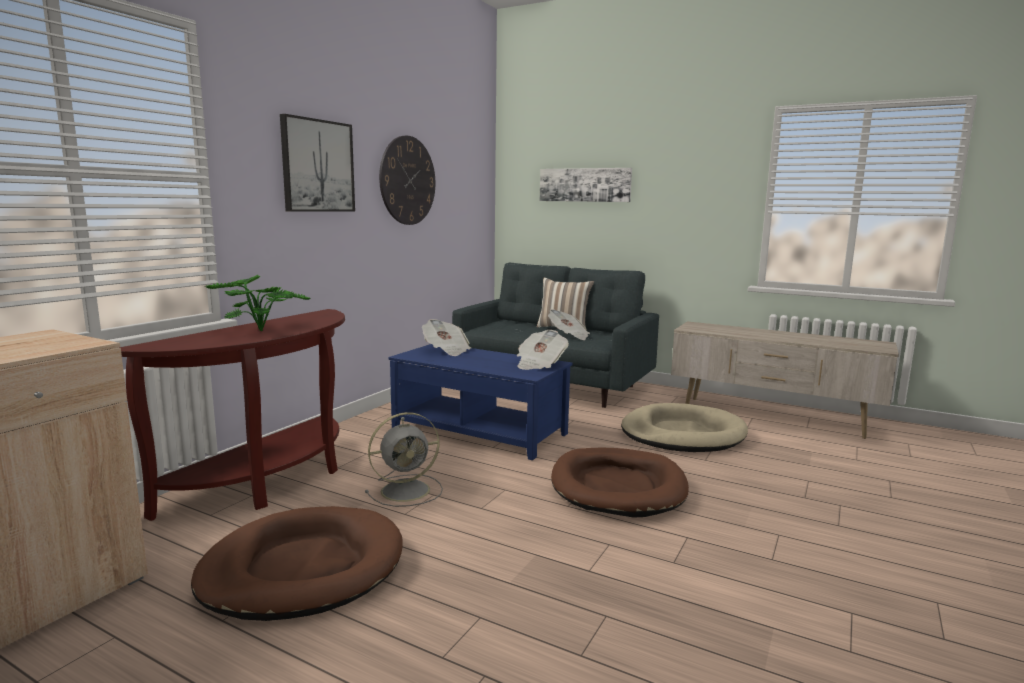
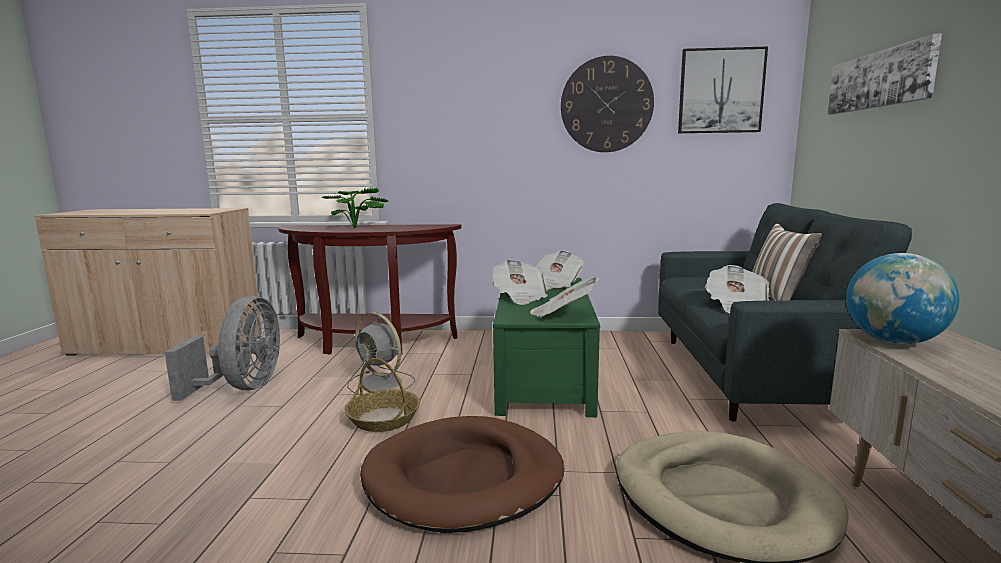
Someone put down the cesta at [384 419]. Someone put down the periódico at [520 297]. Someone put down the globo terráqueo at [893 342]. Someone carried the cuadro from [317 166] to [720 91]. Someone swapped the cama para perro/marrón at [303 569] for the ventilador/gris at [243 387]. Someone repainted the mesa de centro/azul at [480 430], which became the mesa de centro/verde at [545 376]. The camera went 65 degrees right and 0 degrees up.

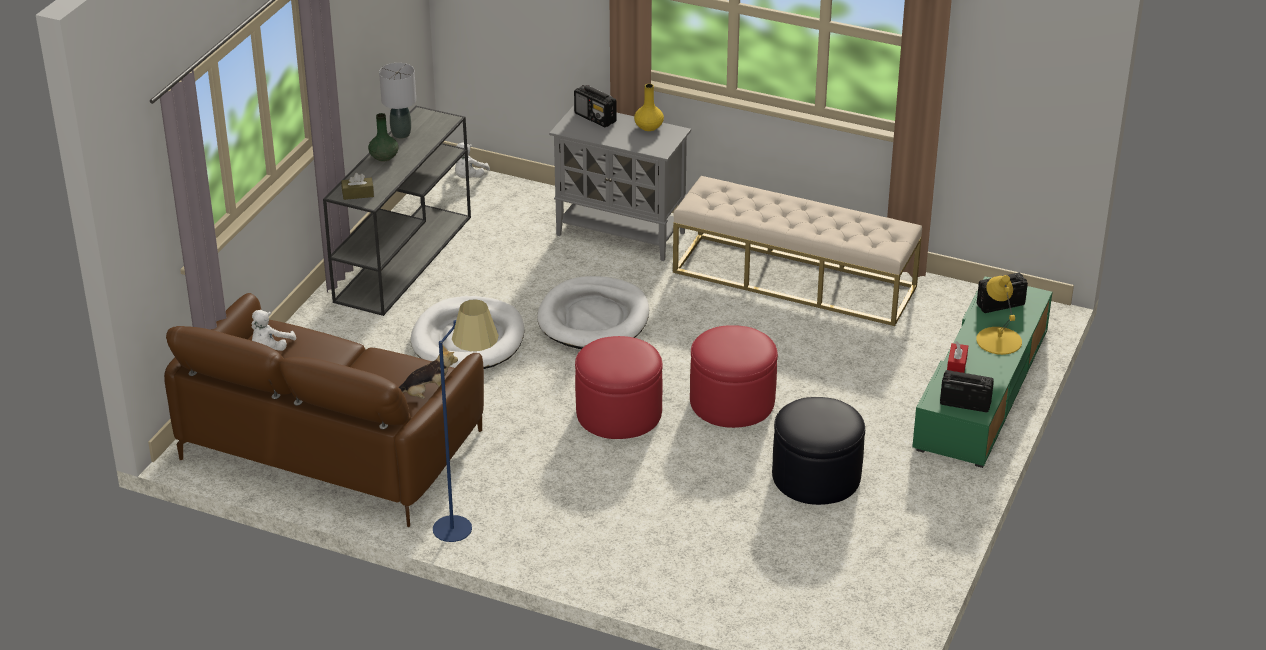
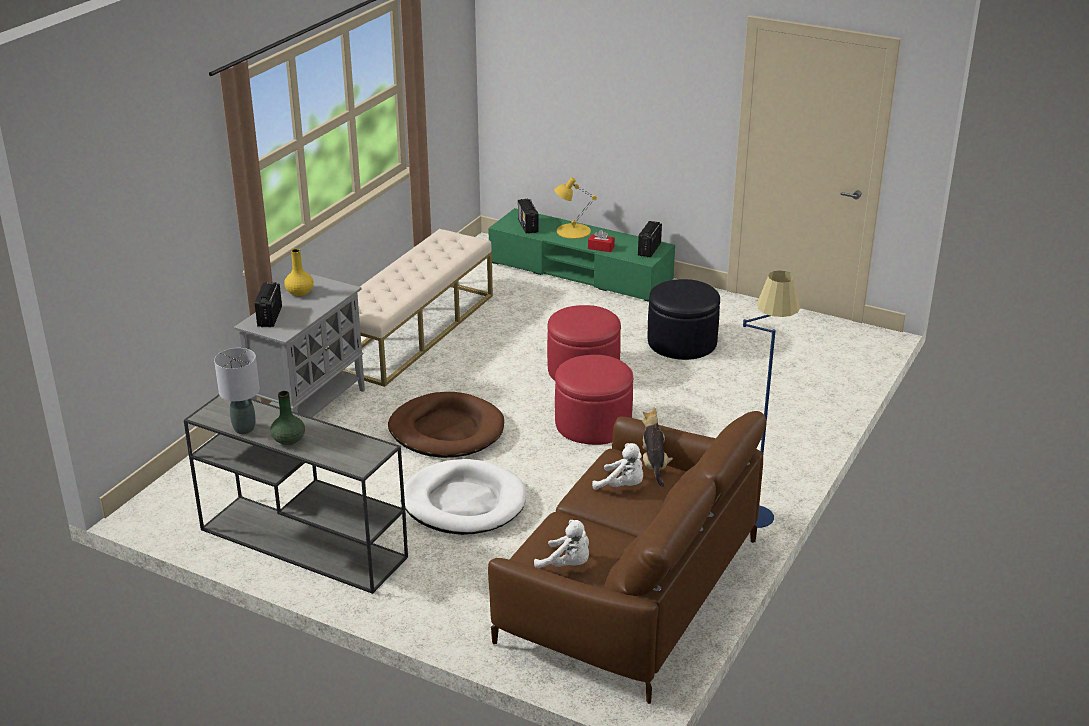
Someone took away the caja de pañuelos/marrón at [358 194]. Someone carried the peluche/blanco from [469 178] to [622 486]. Someone repainted the cama para perro/blanco at [594 318], which became the cama para perro/marrón at [446 430]. Someone rotated the radio at [595 118] by 135 degrees clockwise. The camera went 85 degrees left and 5 degrees down.

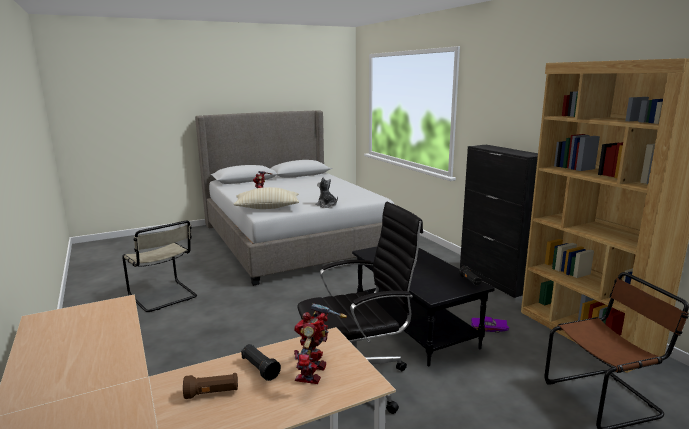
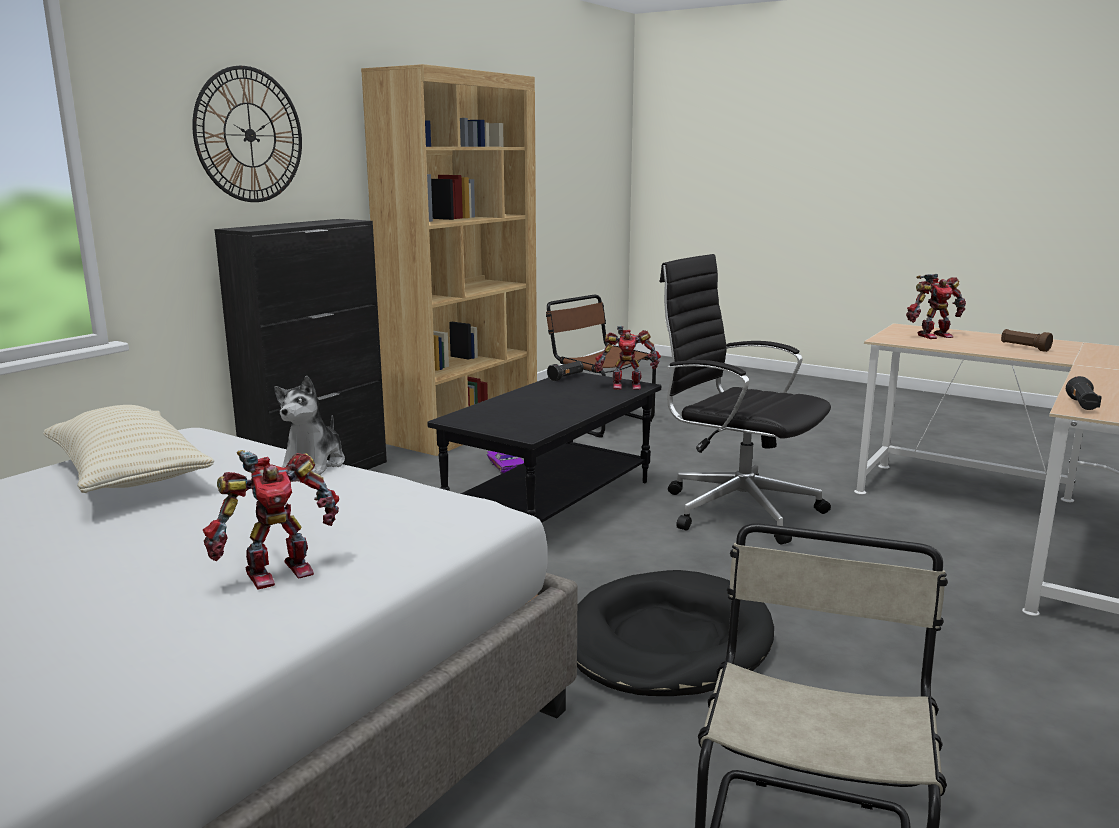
Someone put up the reloj de pared at [250 135]. Someone put down the cama para perro/negro at [667 641]. Someone put down the robot de juguete at [626 386]. Someone carried the cojín/beis from [267 208] to [128 476]. Someone carried the linterna/negro from [260 369] to [1082 406]. The camera went 120 degrees left and 0 degrees up.

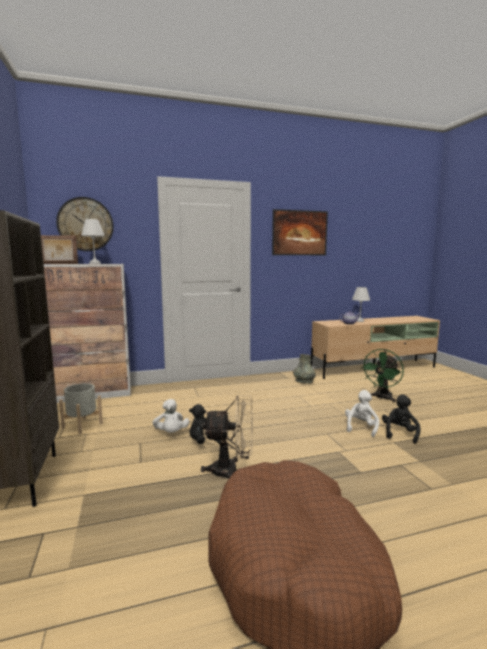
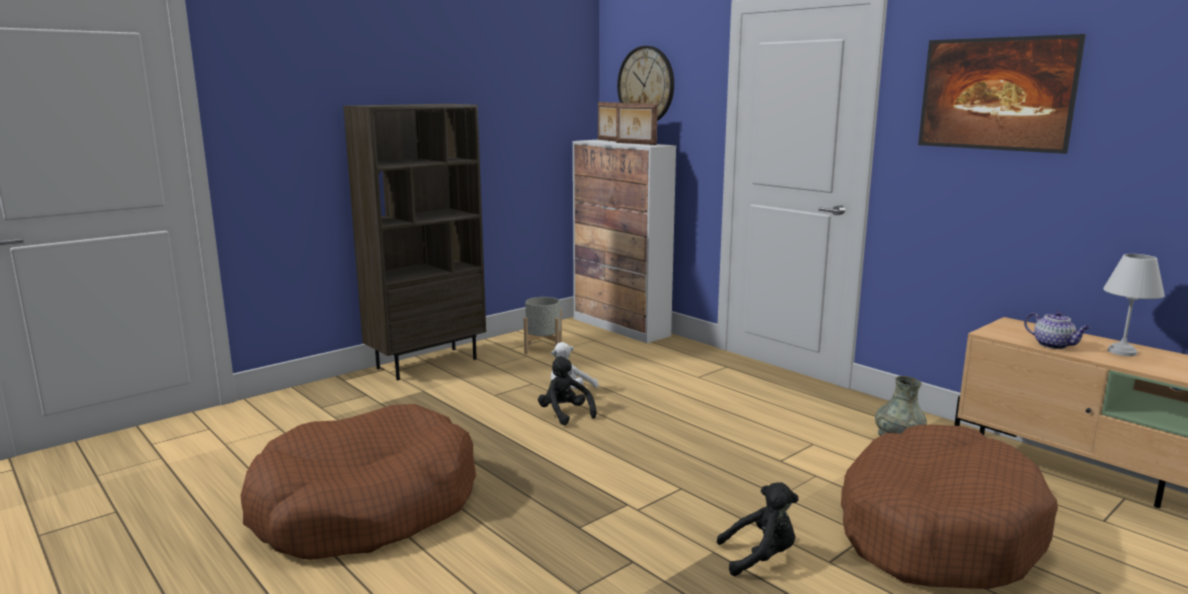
Someone took away the ventilador/beis at [231 471]. Someone took away the peluche/blanco at [361 427]. Someone swapped the lámpara de mesa/blanco at [95 263] for the portarretratos at [635 143]. Someone swapped the ventilador/verde at [382 398] for the cama para perro/marrón at [936 530]. The camera went 65 degrees right and 5 degrees up.

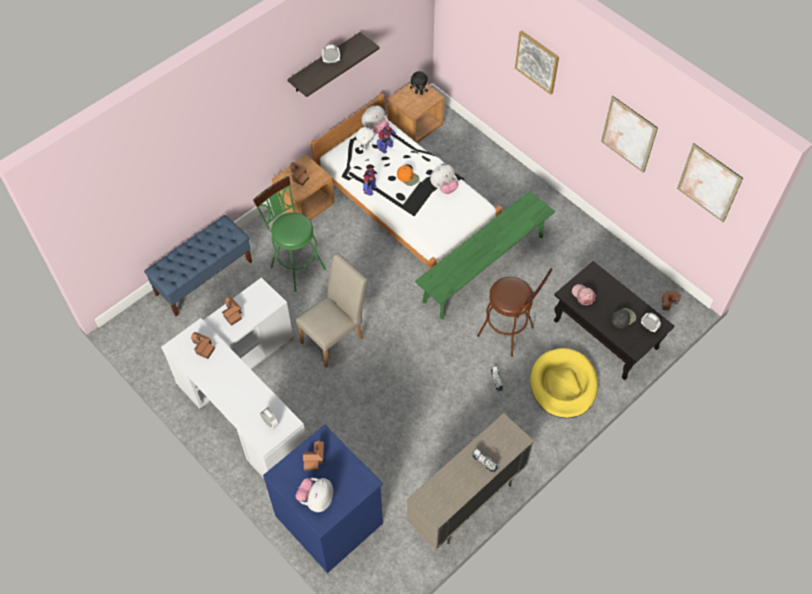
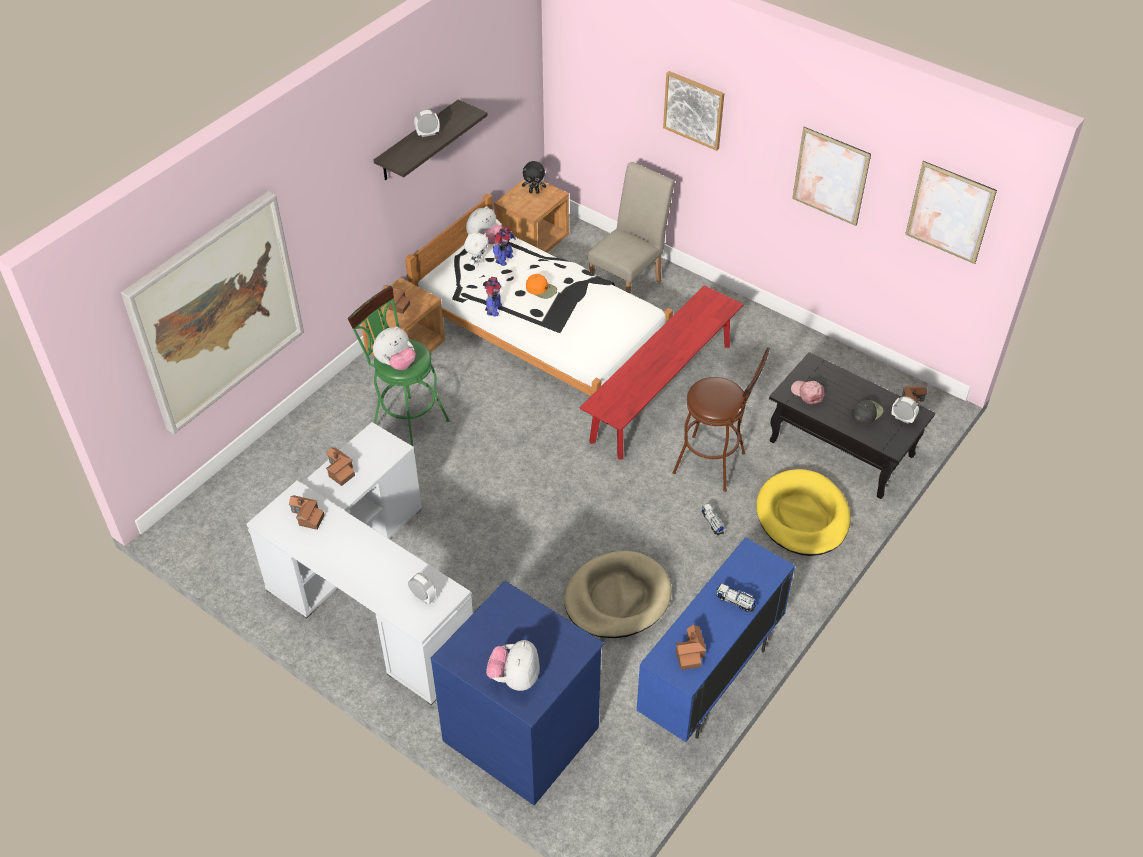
Someone took away the banco/azul at [204 277]. Someone put up the cuadro at [216 311]. Someone put down the cama para perro/beis at [617 598]. Someone carried the silla/beis from [336 337] to [629 284]. Someone carried the casita from [314 458] to [690 652]. Someone carried the peluche from [444 187] to [396 363]. Someone repainted the armario/beis at [466 502], which became the armario/azul at [709 681]. Someone repainted the banco/verde at [483 268], which became the banco/rojo at [661 392]. The camera went 10 degrees left and 10 degrees down.

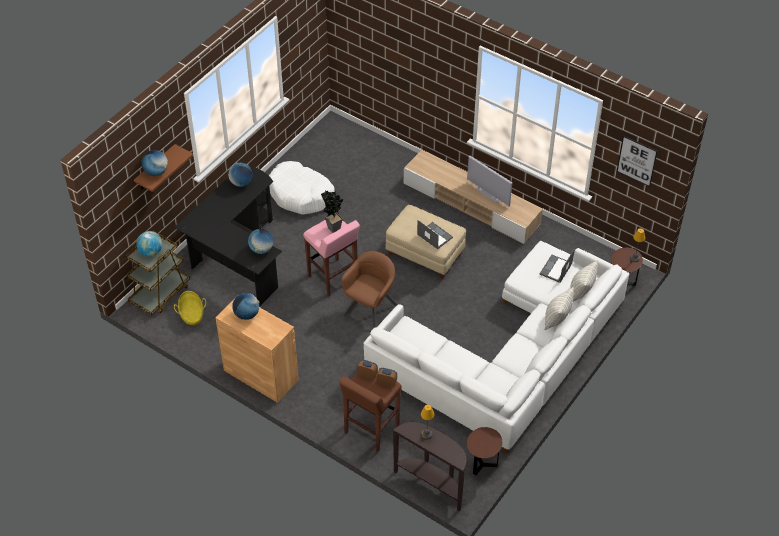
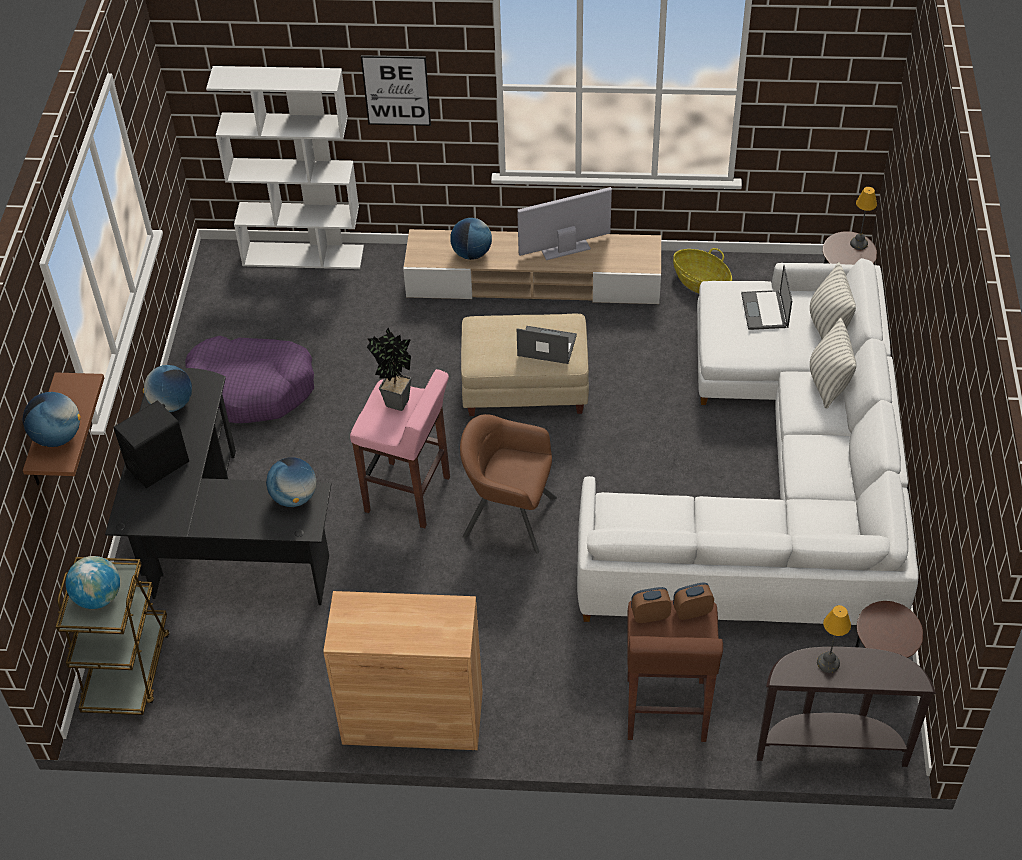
Someone put down the altavoz/negro at [158 464]. Someone put down the estantería/blanco at [304 255]. Someone carried the cesta from [191 314] to [701 283]. Someone carried the globo terráqueo from [247 314] to [471 253]. Someone carried the cuadro from [637 161] to [396 90]. Someone repainted the cama para perro/blanco at [300 194], which became the cama para perro/morado at [252 388]. Someone rotated the sillón/marrón at [370 310] by 75 degrees counterclockwise. Someone rotated the televisor at [489 193] by 150 degrees clockwise. The camera went 30 degrees left and 0 degrees up.

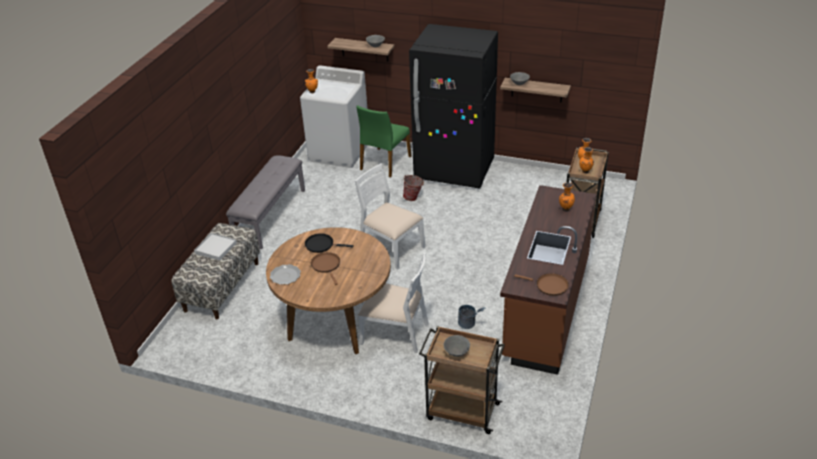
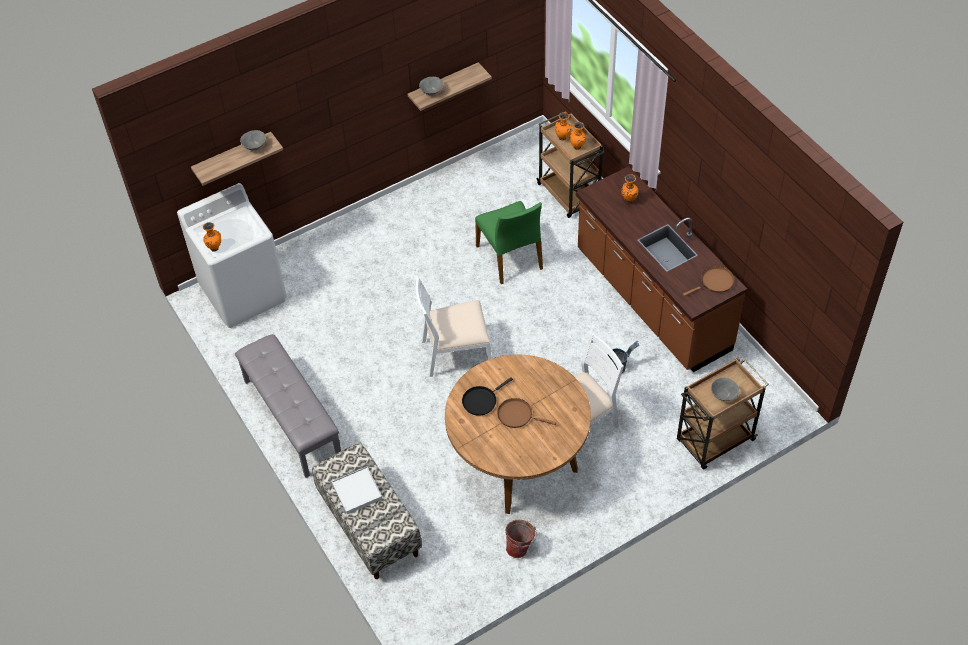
Someone took away the plato at [285 275]. Someone took away the nevera/negro at [454 171]. Someone carried the silla/verde from [384 163] to [510 257]. Someone carried the cubo from [413 198] to [520 547]. The camera went 50 degrees left and 15 degrees up.

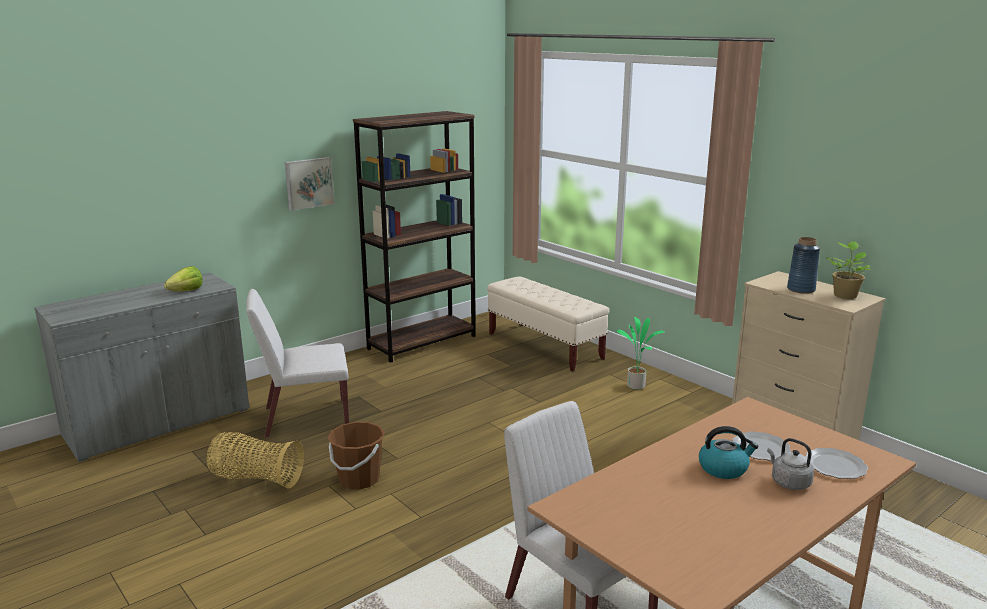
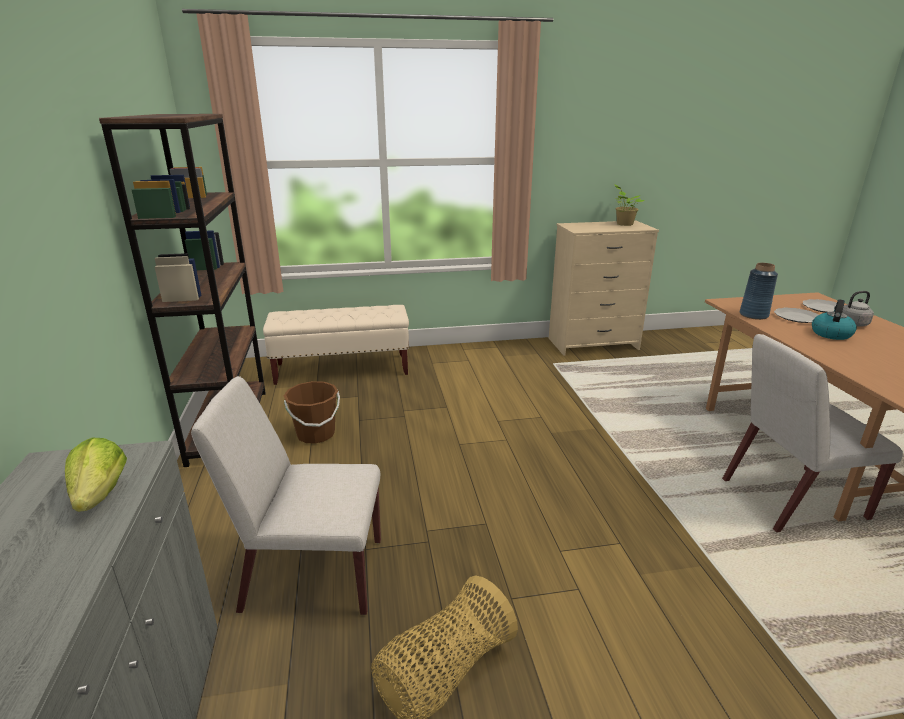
Someone took away the cuadro at [308 183]. Someone took away the planta en maceta at [637 385]. Someone carried the cubo/marrón from [359 479] to [316 434]. Someone carried the florero/azul from [801 289] to [754 315]. Someone rotated the silla/blanco at [305 418] by 75 degrees clockwise. The camera went 60 degrees left and 5 degrees up.

